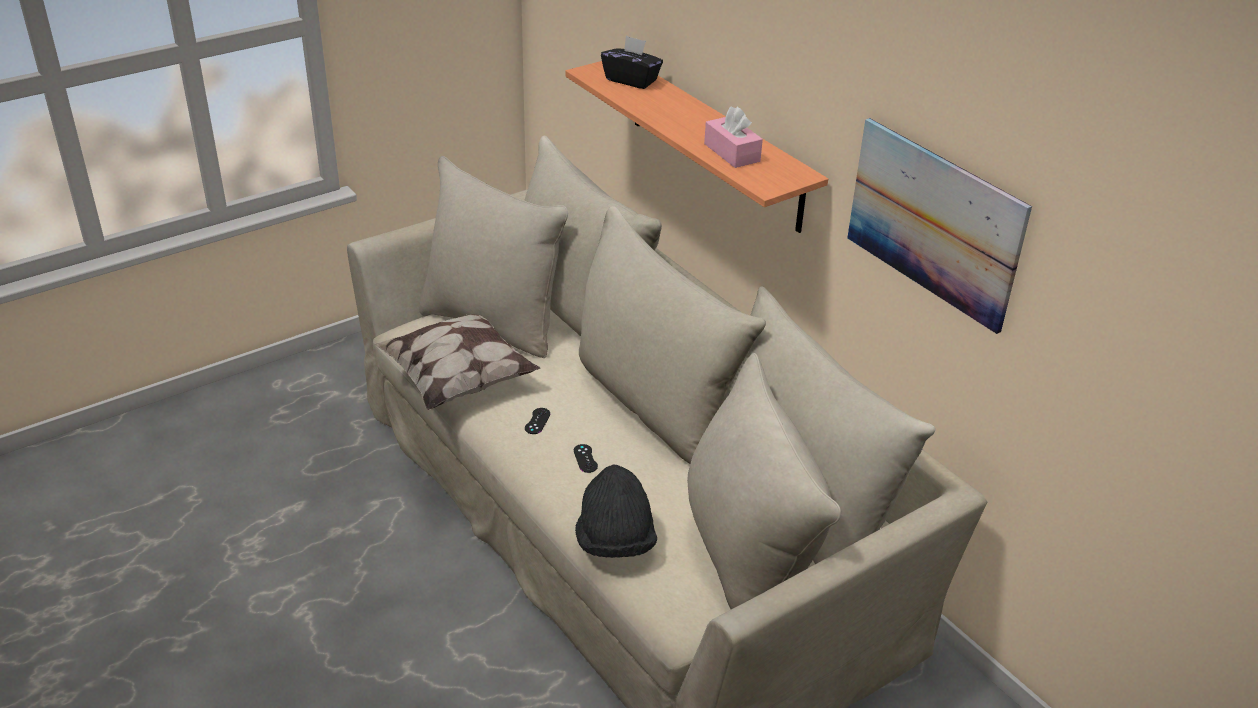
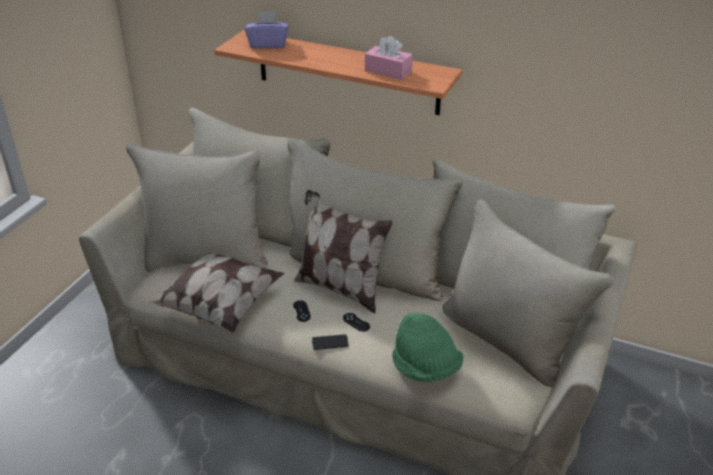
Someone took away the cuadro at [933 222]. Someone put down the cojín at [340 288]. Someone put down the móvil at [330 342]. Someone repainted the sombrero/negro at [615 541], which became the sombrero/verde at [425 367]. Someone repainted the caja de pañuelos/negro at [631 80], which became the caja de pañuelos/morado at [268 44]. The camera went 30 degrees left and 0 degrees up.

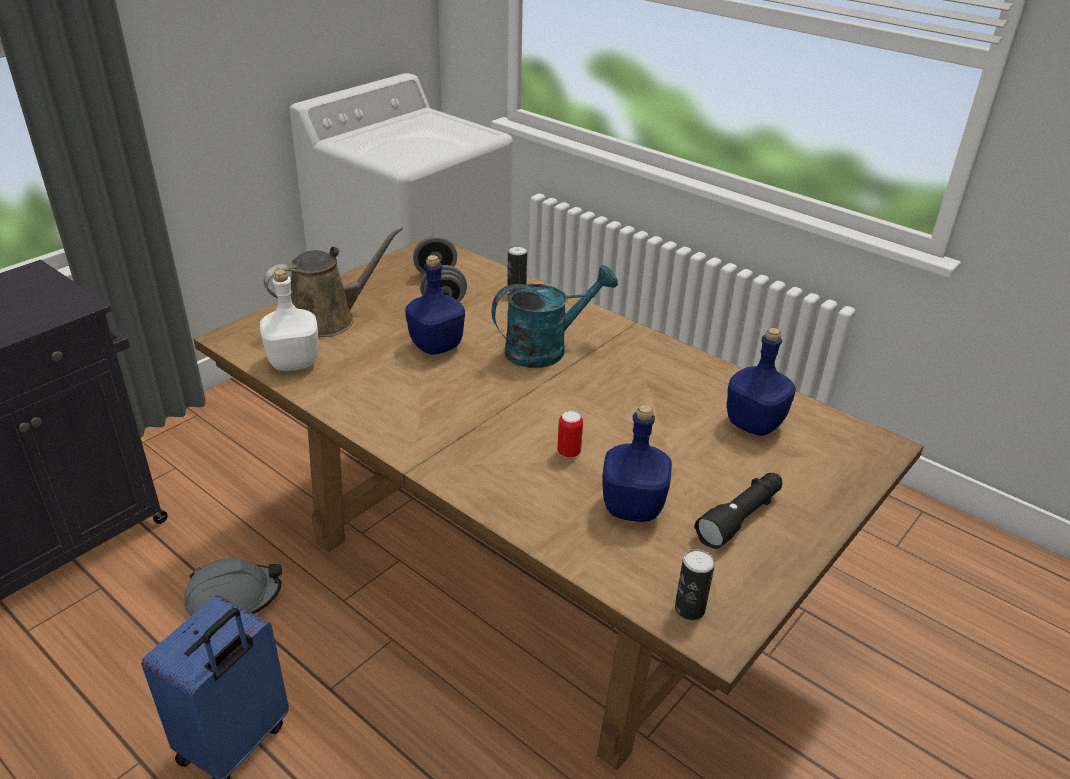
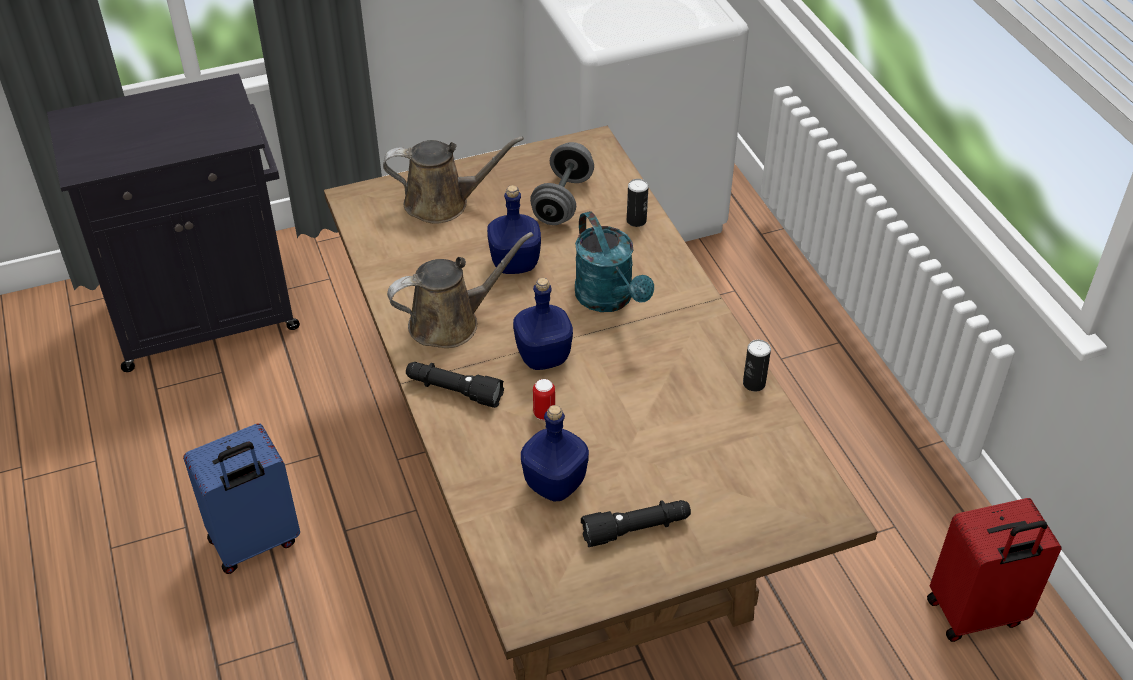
Someone took away the casco/gris at [234 598]. Someone took away the botella/blanco at [293 361]. Someone put down the regadera/marrón at [451 322]. Someone put down the linterna/negro at [454 391]. Someone put down the maleta/rojo at [975 614]. Someone carried the lata from [689 608] to [754 383]. Someone carried the botella/azul from [755 424] to [544 357]. Someone rotated the regadera/turquesa at [546 348] by 60 degrees clockwise. The camera went 30 degrees right and 10 degrees up.

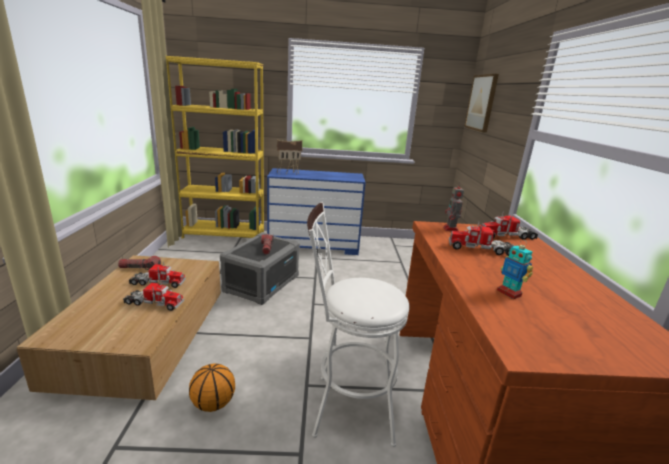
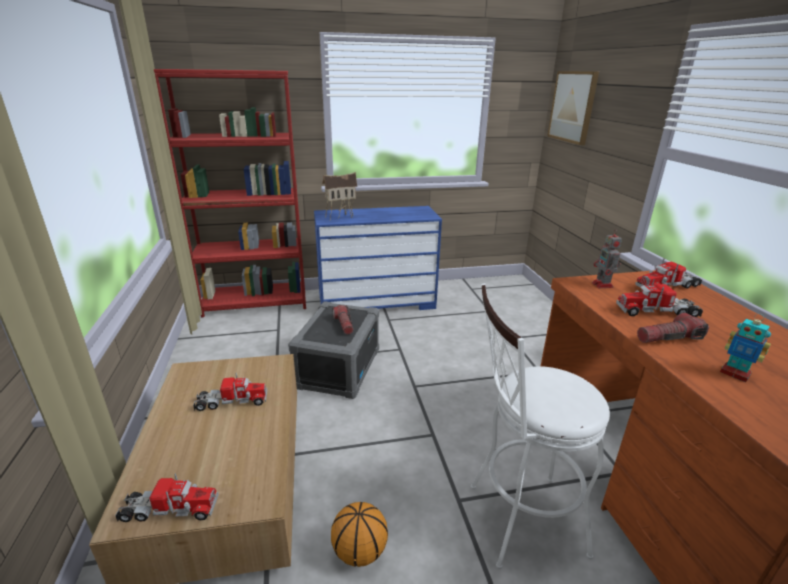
Someone carried the linterna from [140 268] to [669 338]. Someone carried the camión de juguete from [154 303] to [169 510]. Someone repainted the estantería/amarillo at [224 234], which became the estantería/rojo at [256 303]. The camera went 10 degrees left and 5 degrees up.

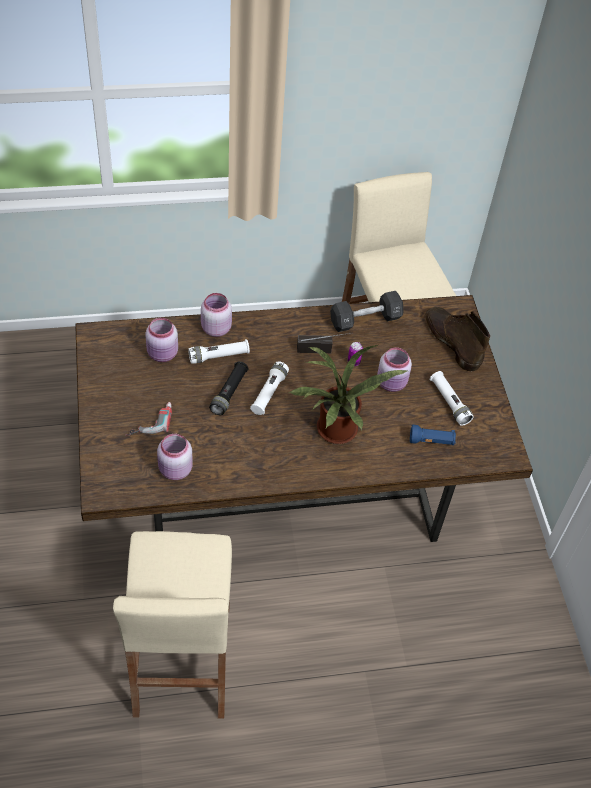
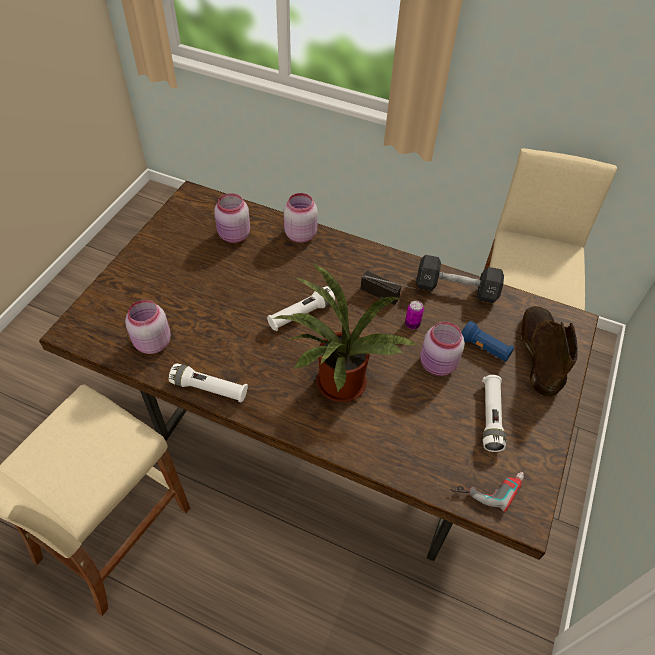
Someone took away the linterna/negro at [229 393]. Someone carried the taladro from [149 421] to [487 484]. Someone carried the linterna/blanco from [219 356] to [209 389]. Someone carried the linterna/azul from [431 441] to [484 348]. The camera went 35 degrees right and 0 degrees up.

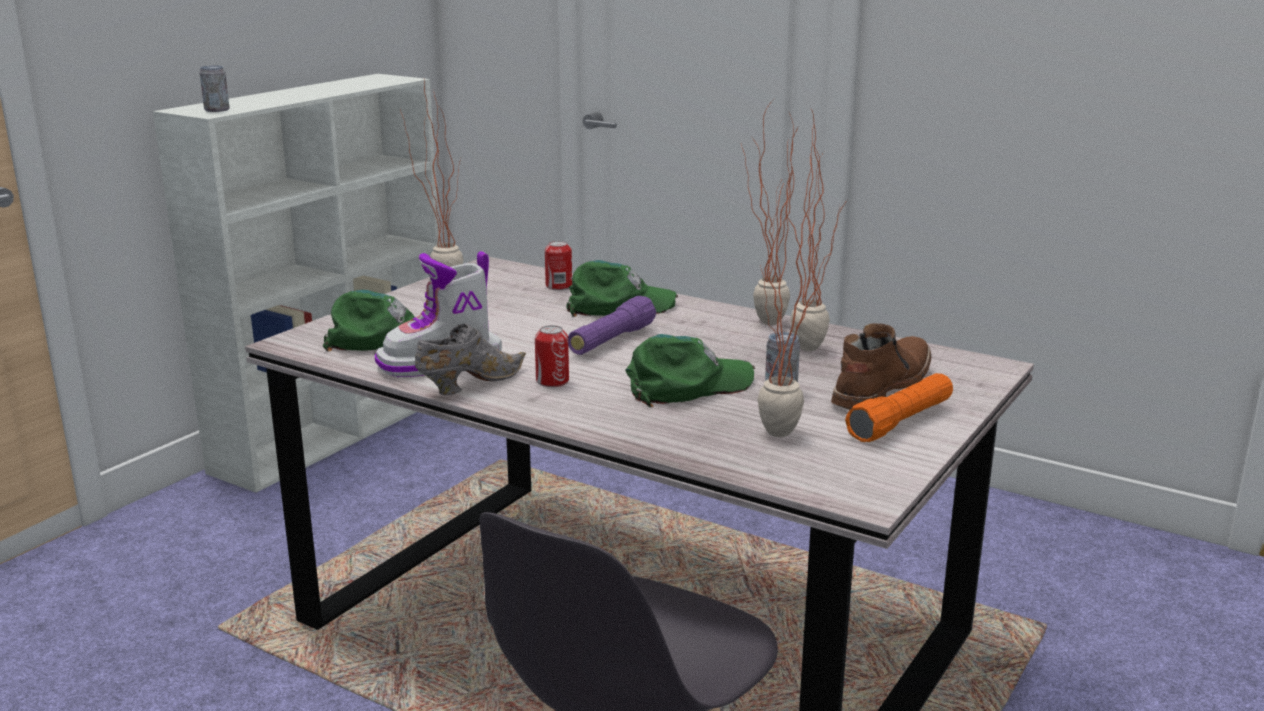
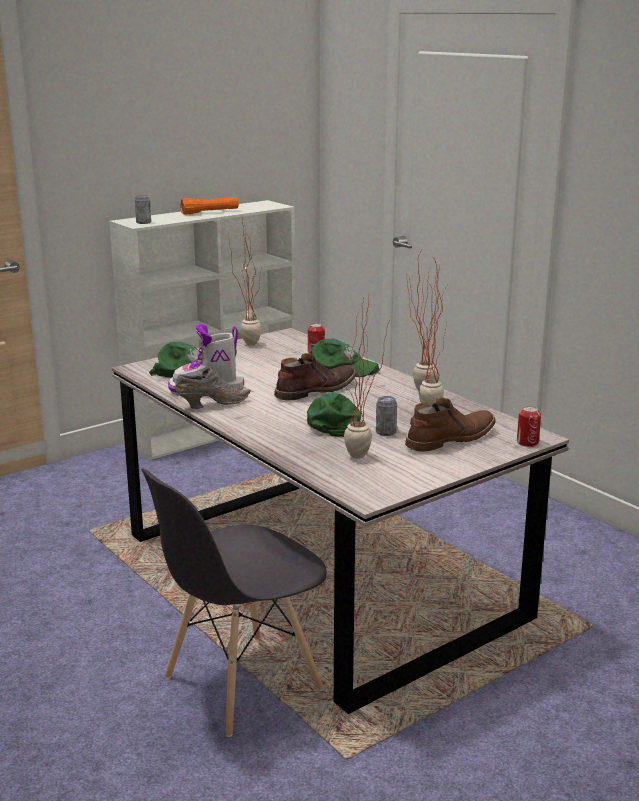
Someone carried the lata from [552 381] to [527 442]. Someone carried the linterna/naranja from [901 422] to [210 212]. Someone swapped the linterna/morado at [611 341] for the bota/marrón at [315 390]. Someone rotated the gorra/verde at [688 385] by 90 degrees counterclockwise. The camera went 20 degrees right and 0 degrees up.

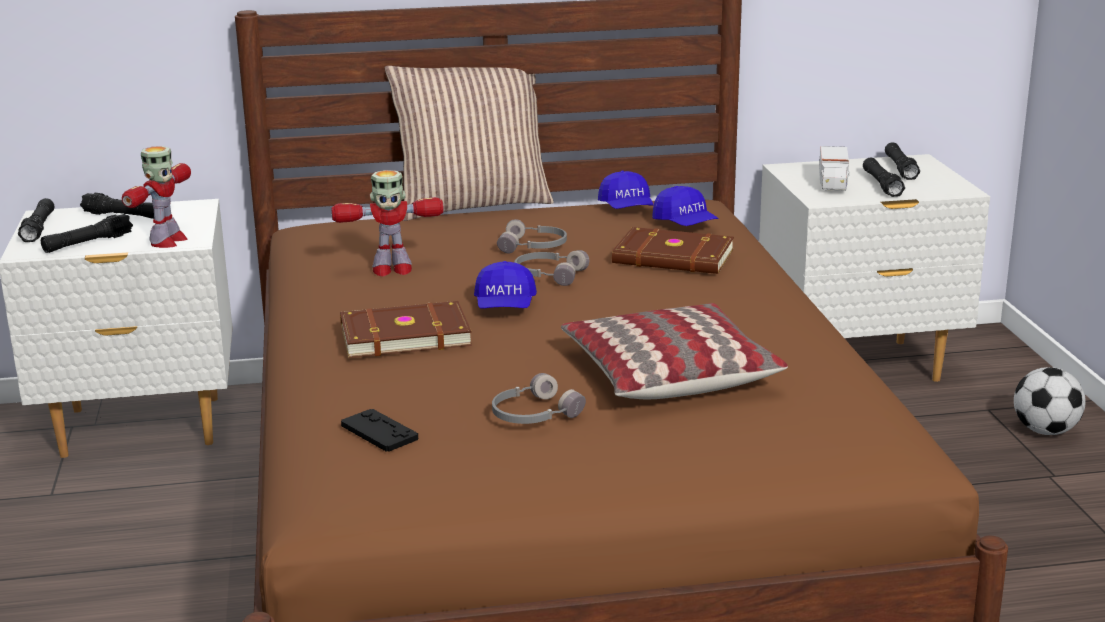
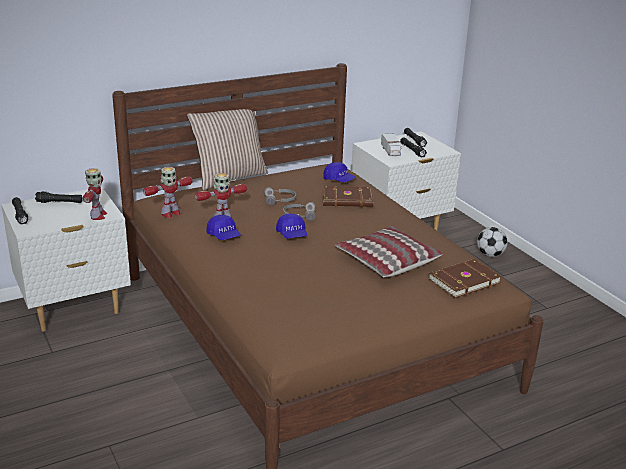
Someone took away the linterna/negro at [87 243]. Someone took away the mando de consola/negro at [379 432]. Someone took away the auriculares/gris at [533 414]. Someone put down the robot de juguete at [170 213]. Someone carried the libro/marrón from [404 335] to [463 280]. Someone carried the gorra/azul from [626 208] to [224 236]. The camera went 20 degrees left and 5 degrees up.

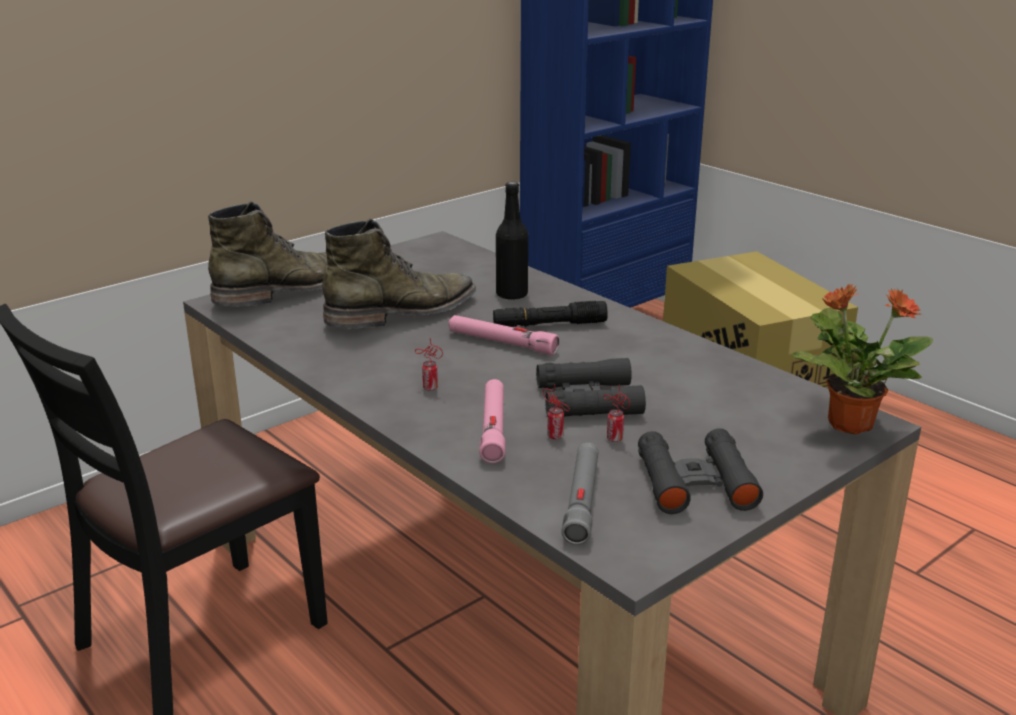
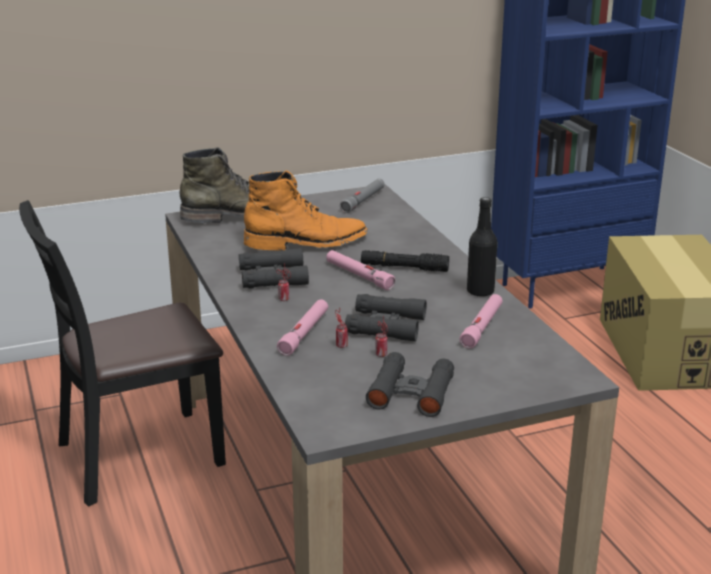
Someone took away the planta en maceta at [848 423]. Someone put down the prismáticos/negro at [273 277]. Someone put down the linterna/rosa at [482 326]. Someone carried the botella/negro from [512 294] to [480 291]. Someone carried the linterna/gris from [582 500] to [363 200]. Someone repainted the bota/verde at [403 313], which became the bota/naranja at [306 243]. The camera went 20 degrees right and 0 degrees up.

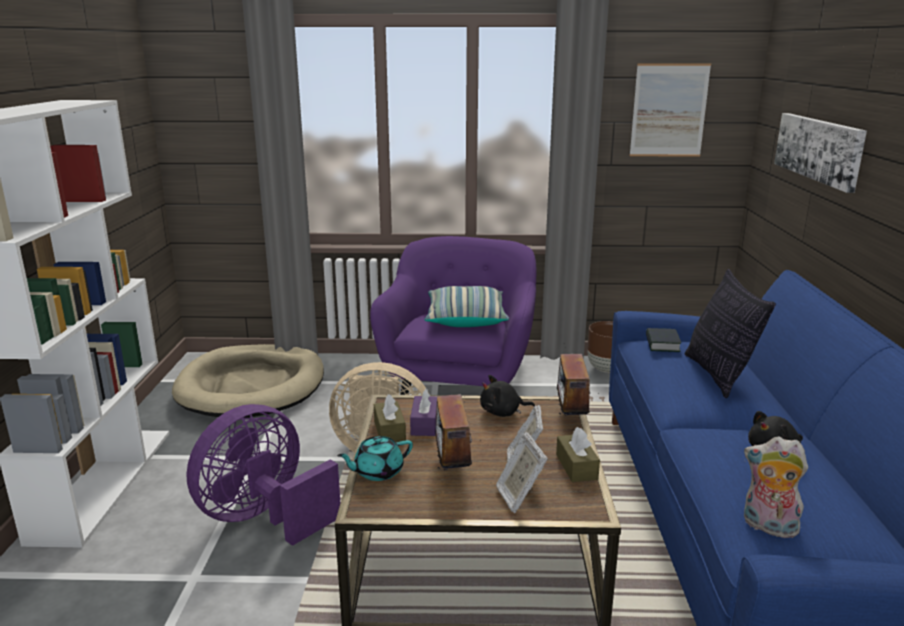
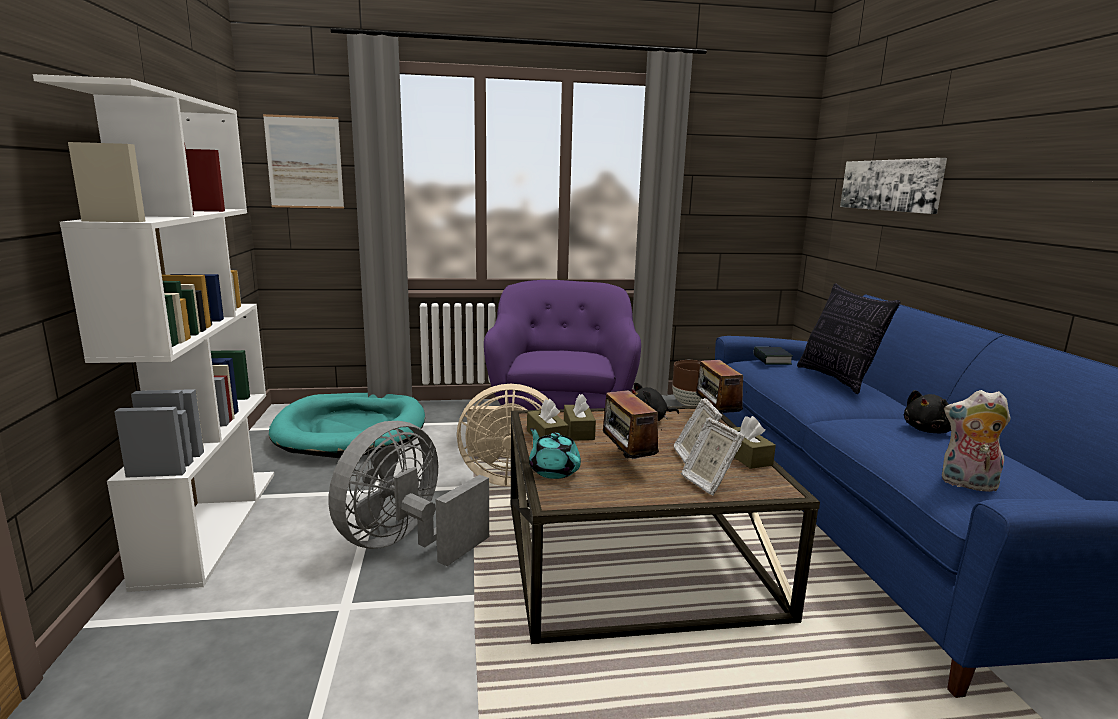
Someone took away the cojín at [465 319]. Someone carried the cuadro from [669 110] to [304 162]. Someone repainted the cama para perro/beis at [252 386], which became the cama para perro/turquesa at [351 430]. Someone repainted the ventilador/morado at [264 517], which became the ventilador/gris at [405 543]. Someone repainted the caja de pañuelos/morado at [424 424], which became the caja de pañuelos/marrón at [578 431]. Someone rotated the tetera/turquesa at [377 471] by 90 degrees clockwise. The camera went 10 degrees left and 5 degrees down.

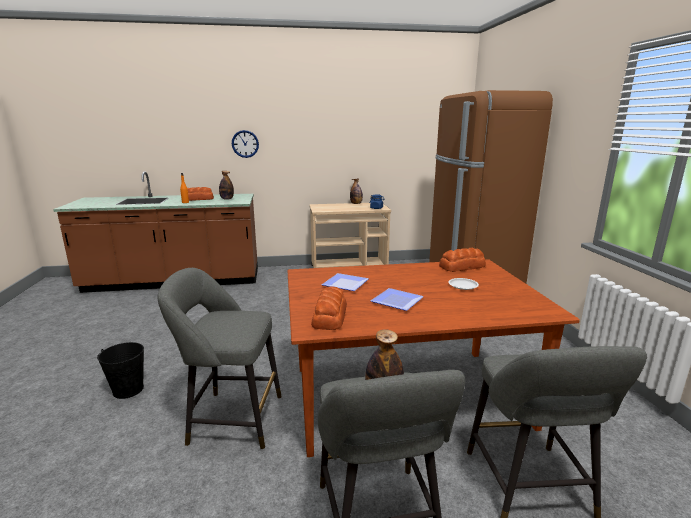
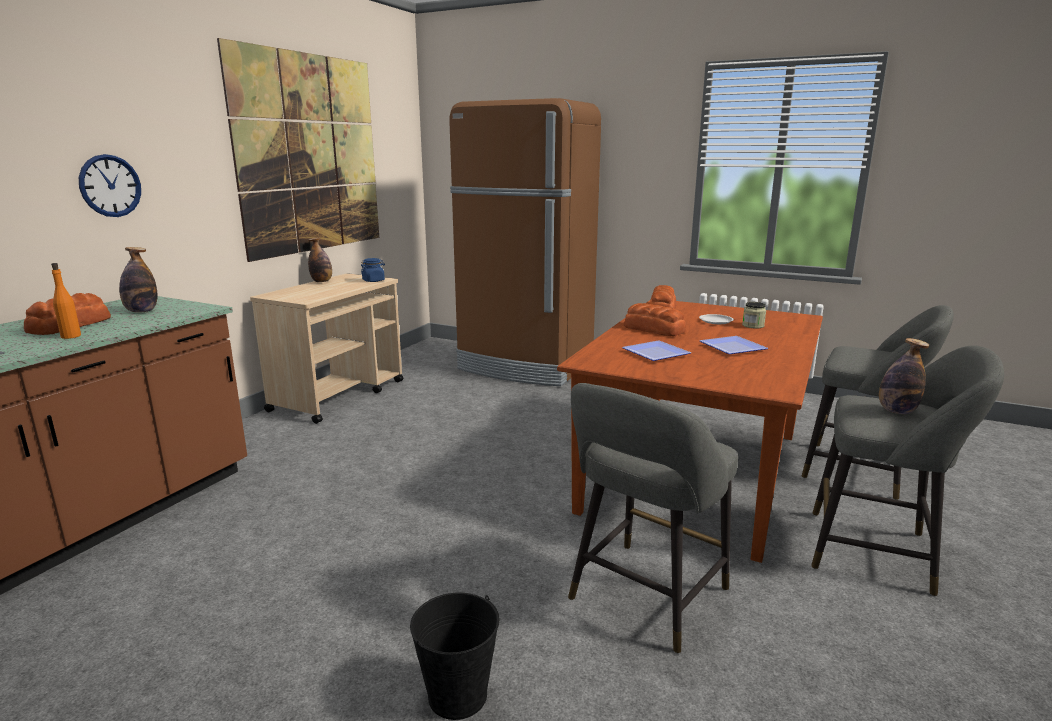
Someone put up the cuadro at [310 154]. Someone put down the tarro at [753 325]. Someone carried the pan from [330 316] to [653 329]. The camera went 55 degrees left and 0 degrees up.

